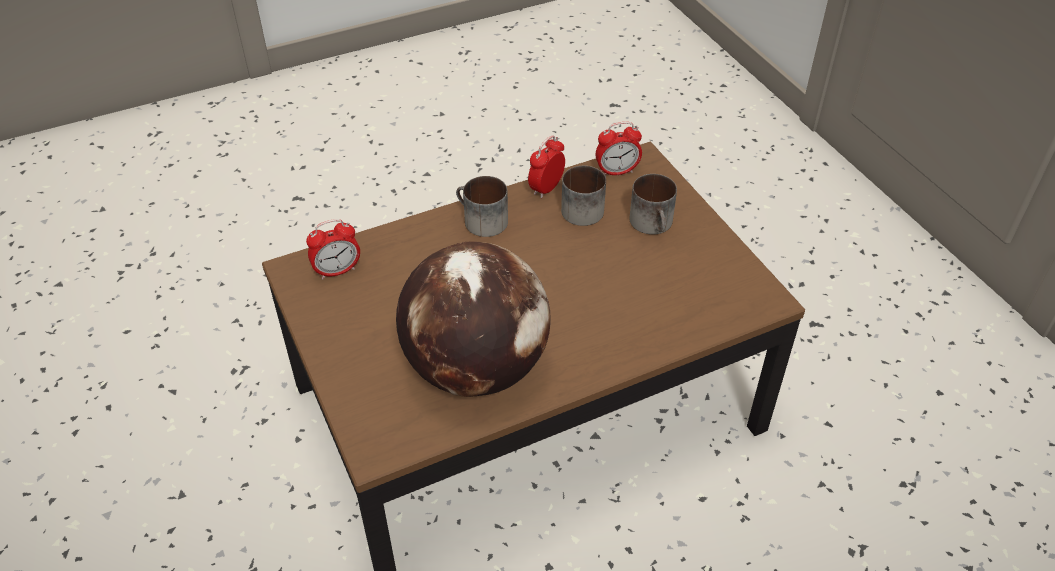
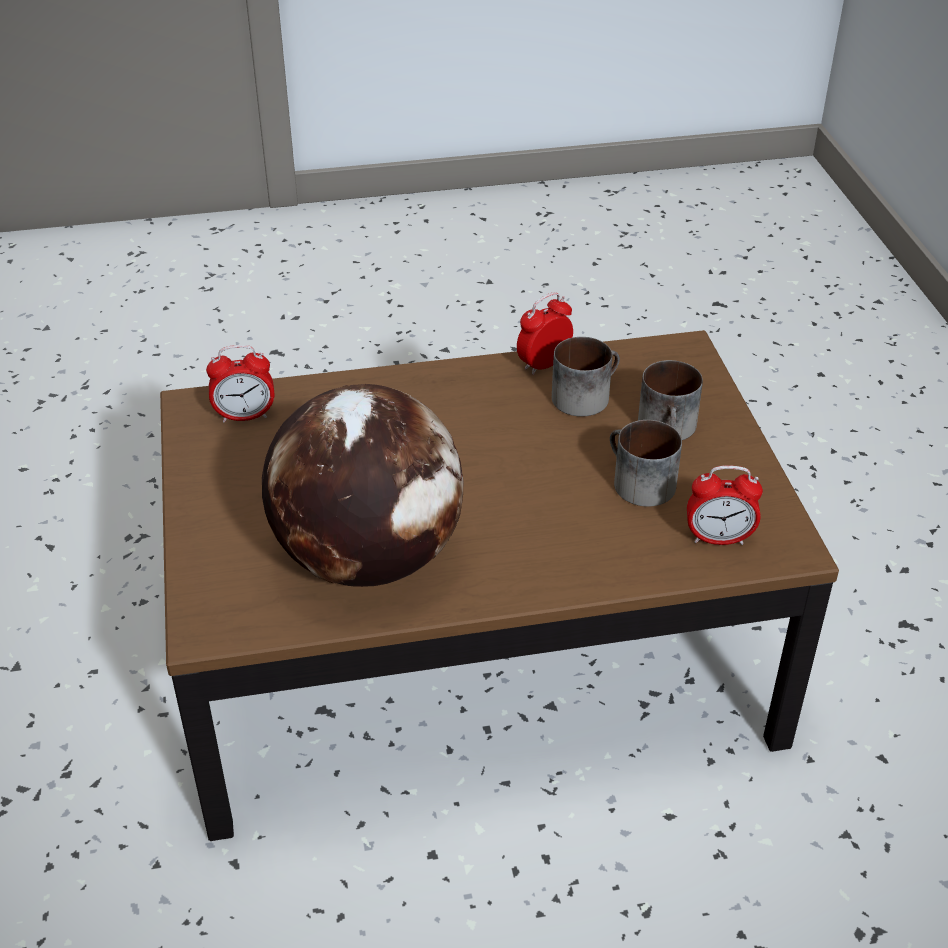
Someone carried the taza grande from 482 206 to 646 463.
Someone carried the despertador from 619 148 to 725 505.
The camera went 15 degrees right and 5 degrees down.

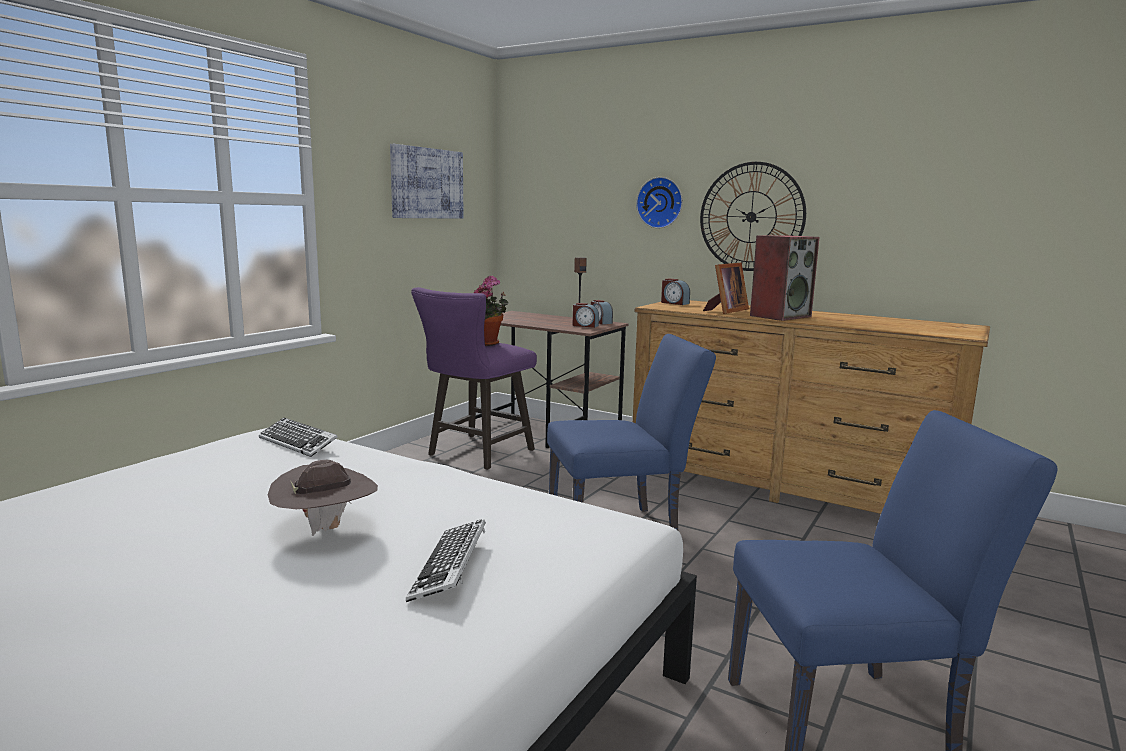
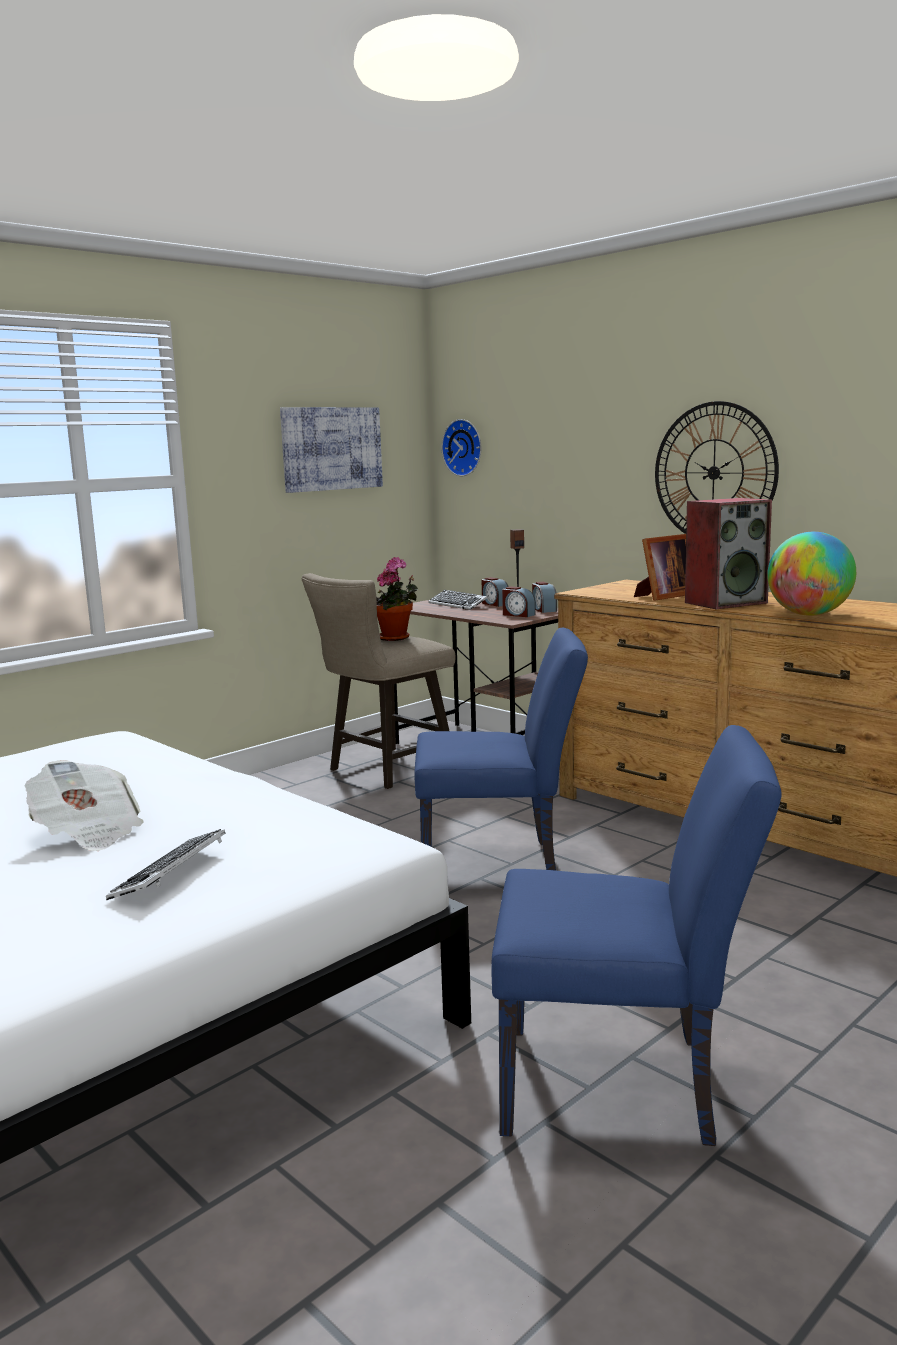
Someone carried the teclado from 298 437 to 458 600.
Someone swapped the sombrero/marrón at 322 498 for the periódico at 84 805.
Someone repainted the taburete/morado at 474 378, which became the taburete/beis at 378 681.
Someone carried the reloj de pared from 659 203 to 461 447.
Someone carried the despertador from 675 292 to 495 592.
Someone put down the globo terráqueo at 811 574.
The camera went 15 degrees right and 0 degrees up.

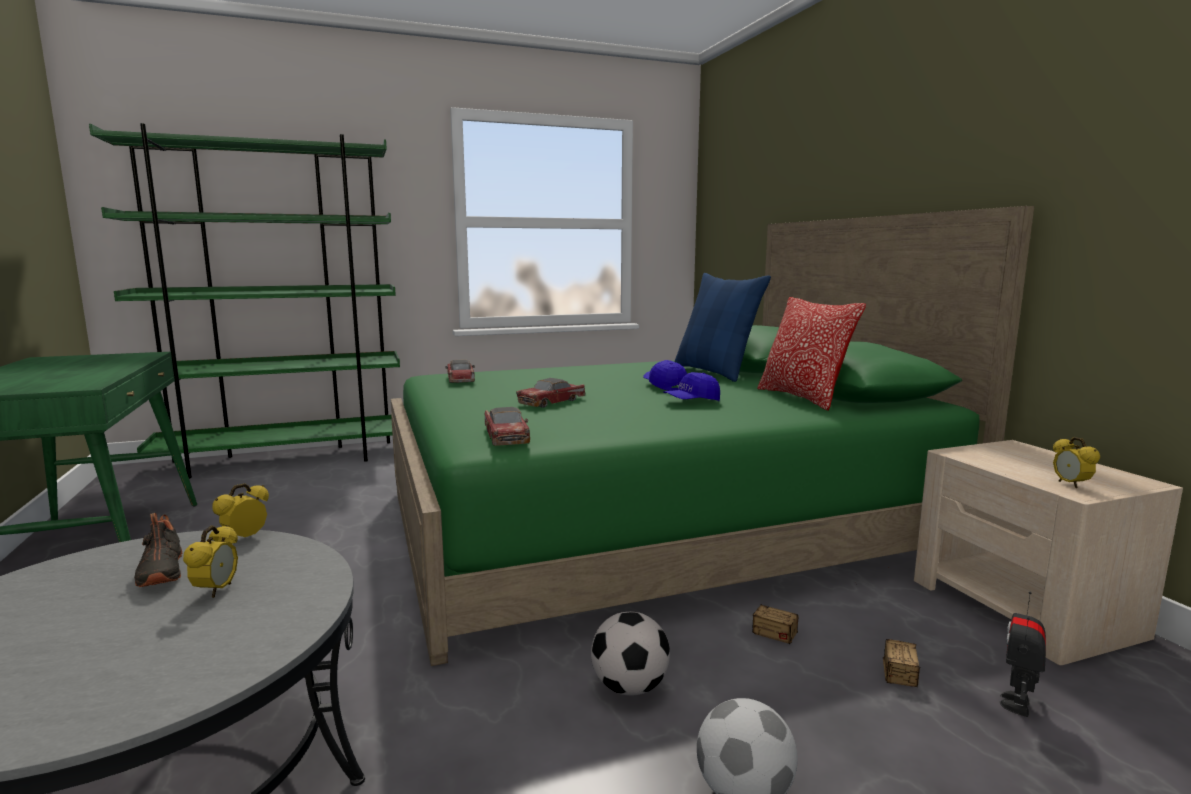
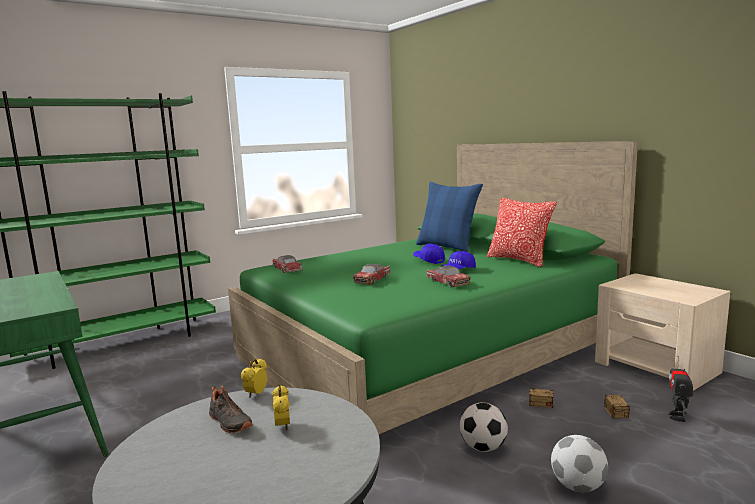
Someone carried the coche de juguete from 507 426 to 448 276.
Someone took away the despertador at 1076 462.
The camera went 15 degrees left and 0 degrees up.

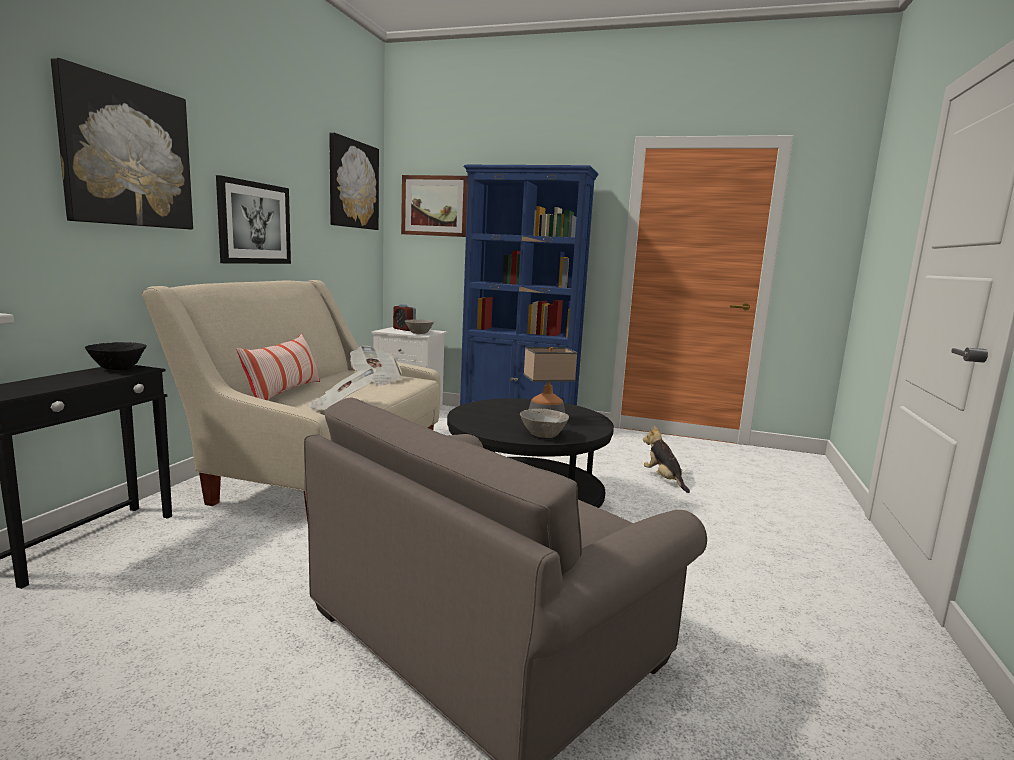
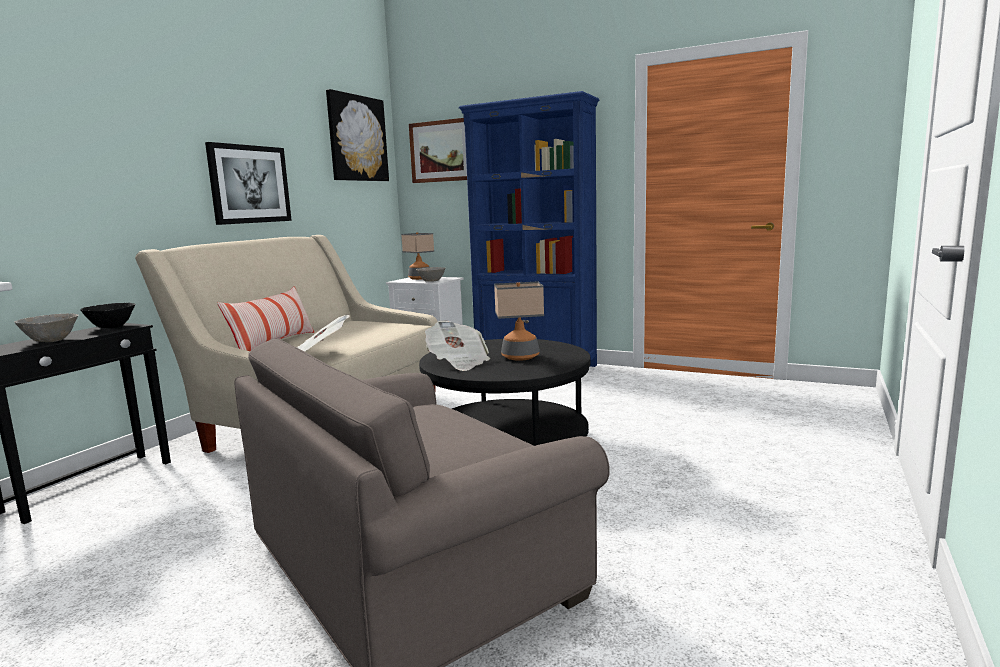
Someone took away the cuadro at 122 144.
Someone carried the periódico from 376 366 to 457 346.
Someone swapped the despertador at 404 317 for the lámpara de mesa at 417 256.
Someone carried the cuenco/gris from 544 423 to 46 327.
Someone took away the peluche at 666 459.
The camera went 10 degrees right and 0 degrees up.

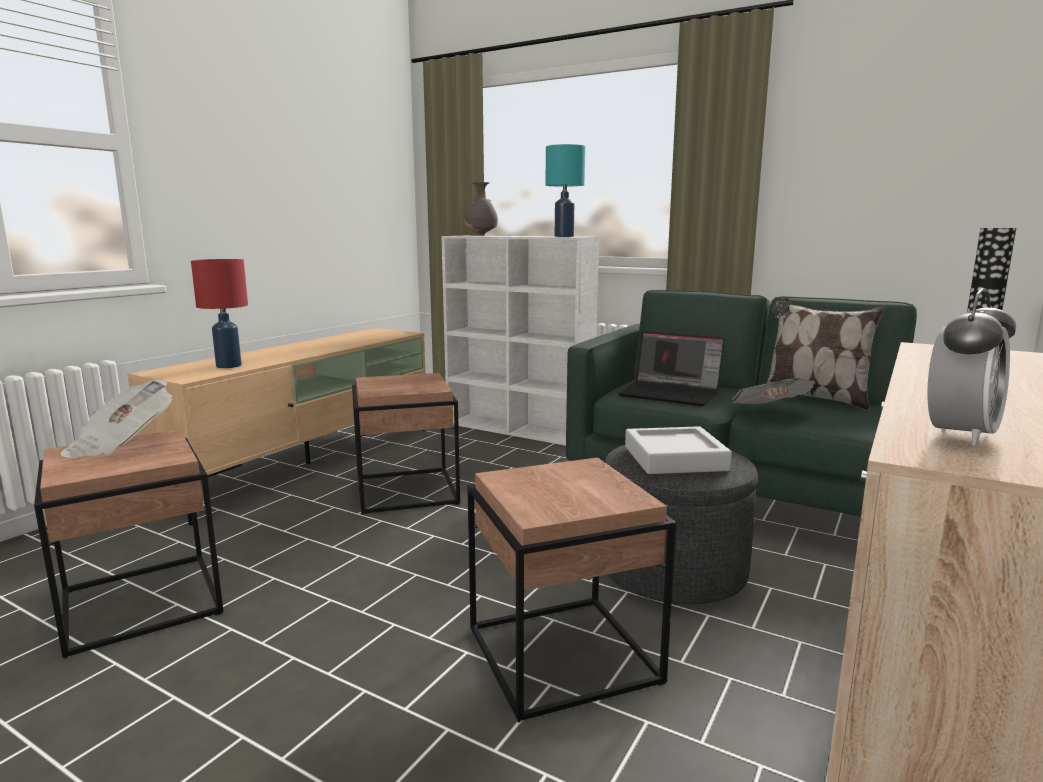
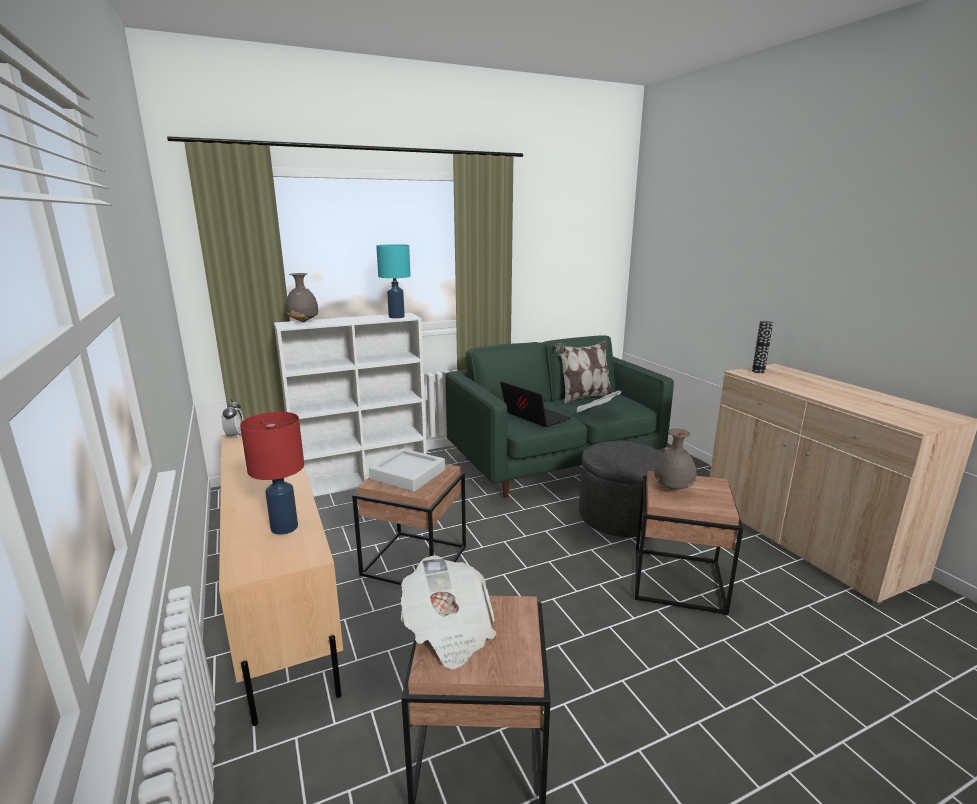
Someone rotated the portátil at 671 368 by 105 degrees counterclockwise.
Someone carried the bandeja/gris from 678 450 to 407 470.
Someone carried the despertador from 971 367 to 233 419.
Someone put down the florero/gris at 675 459.
The camera went 55 degrees left and 5 degrees up.

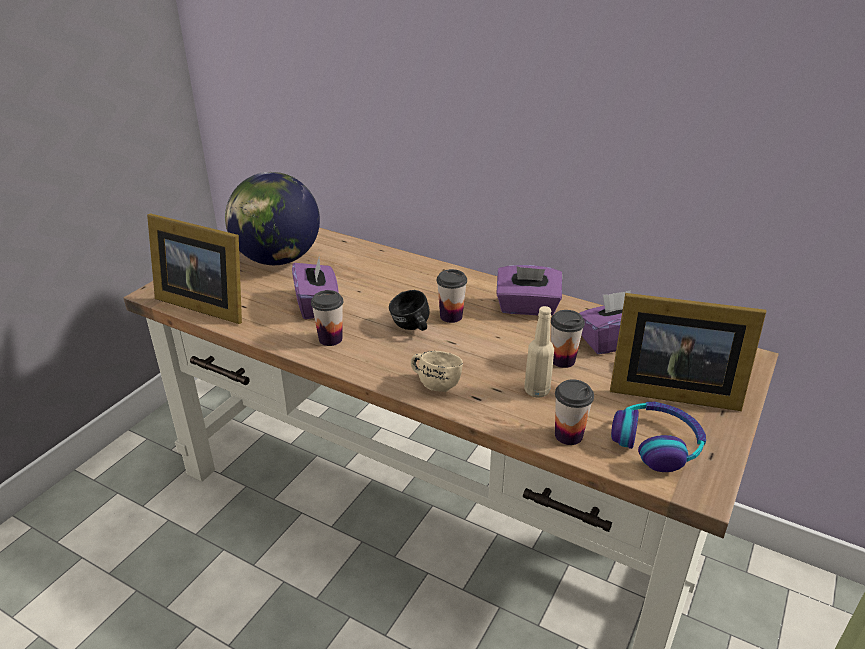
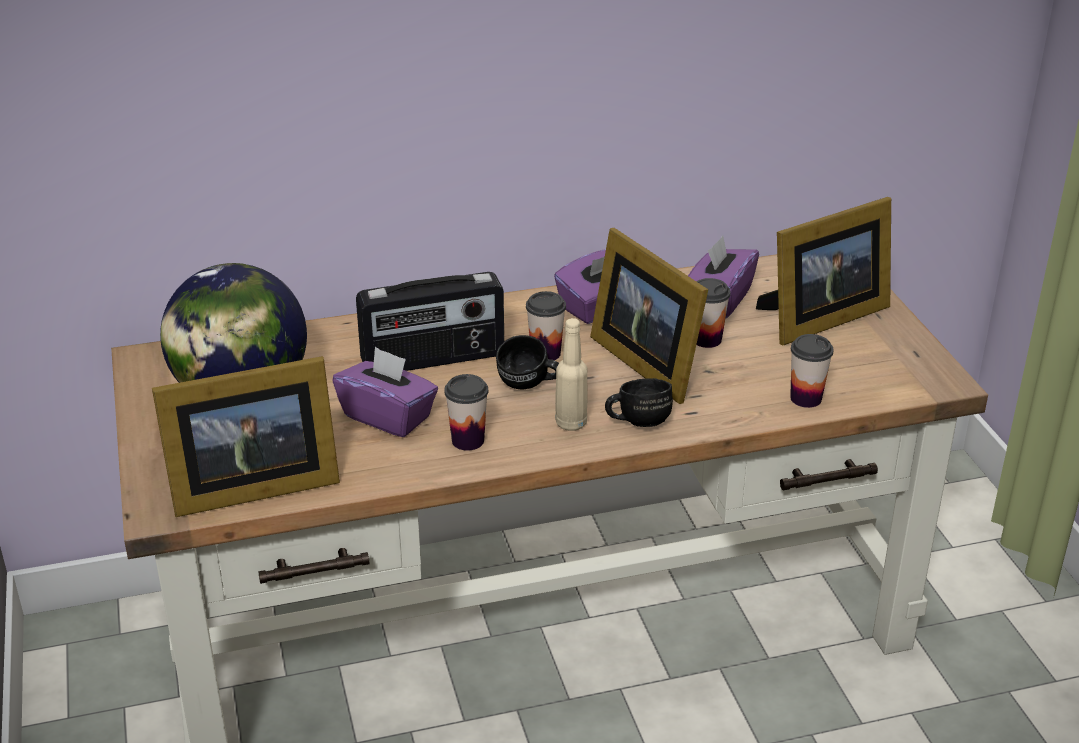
Someone repainted the taza grande/beis at 437 371, which became the taza grande/negro at 639 402.
Someone carried the botella/beis from 539 352 to 571 374.
Someone took away the auriculares at 658 437.
Someone put down the radio at 430 321.
Someone put down the portarretratos at 649 316.
The camera went 45 degrees left and 0 degrees up.

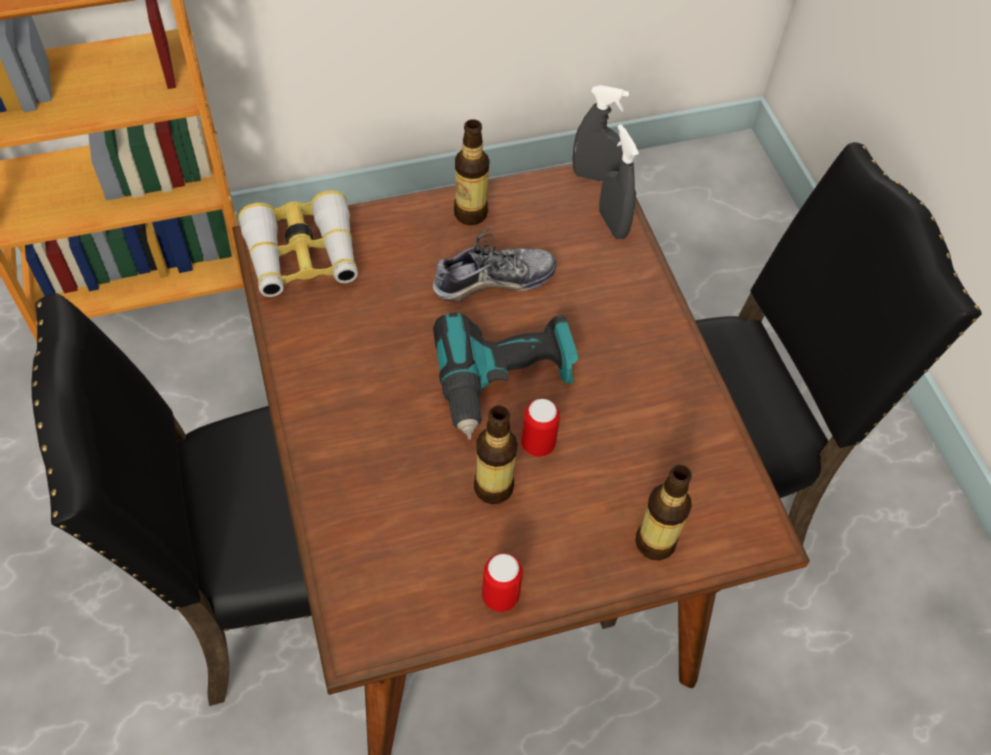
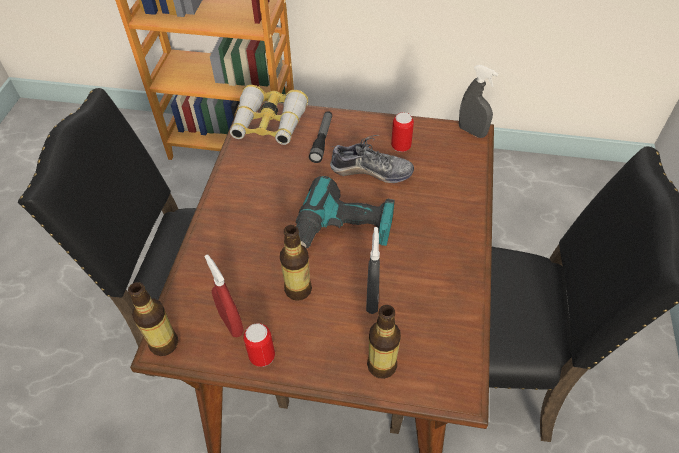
Someone carried the botella from 472 172 to 153 319.
Someone carried the lata from 540 428 to 402 132.
Someone carried the pulverizador/gris from 619 181 to 373 270.
Someone put down the pulverizador/rojo at 224 295.
Someone put down the linterna at 320 137.
The camera went 30 degrees right and 5 degrees down.

